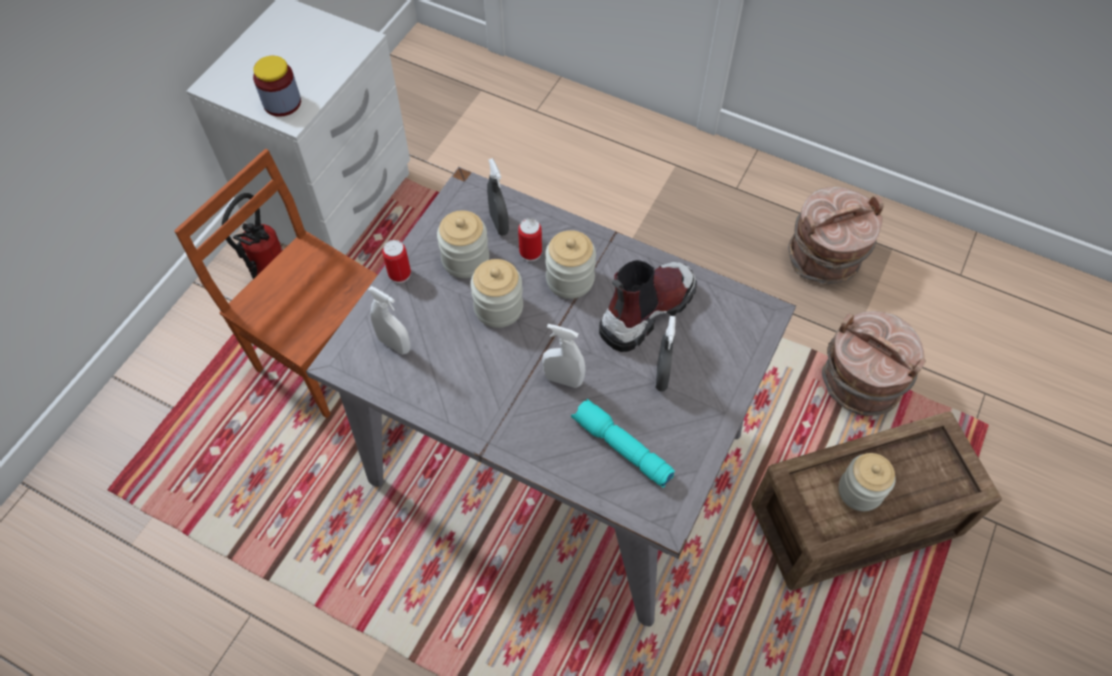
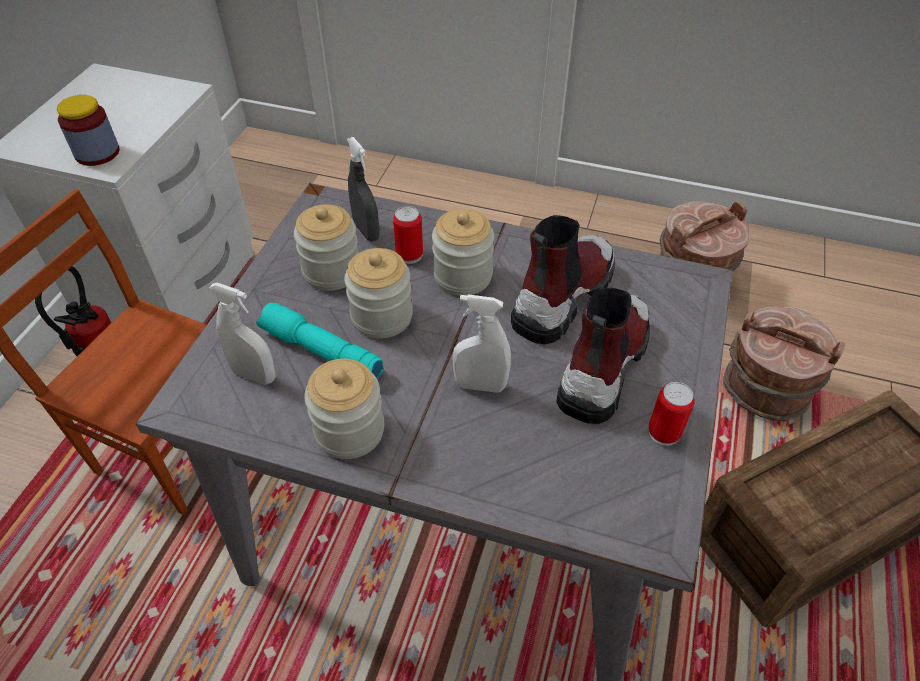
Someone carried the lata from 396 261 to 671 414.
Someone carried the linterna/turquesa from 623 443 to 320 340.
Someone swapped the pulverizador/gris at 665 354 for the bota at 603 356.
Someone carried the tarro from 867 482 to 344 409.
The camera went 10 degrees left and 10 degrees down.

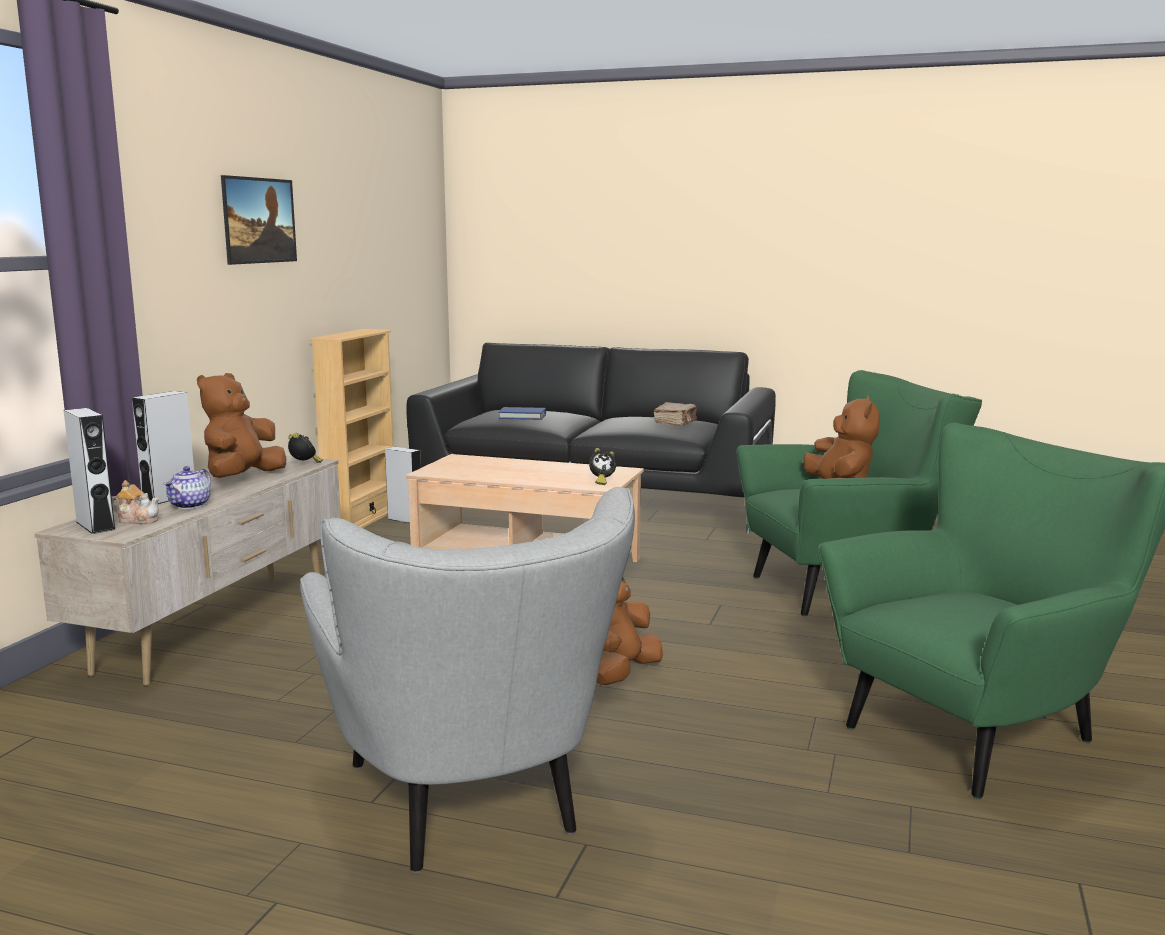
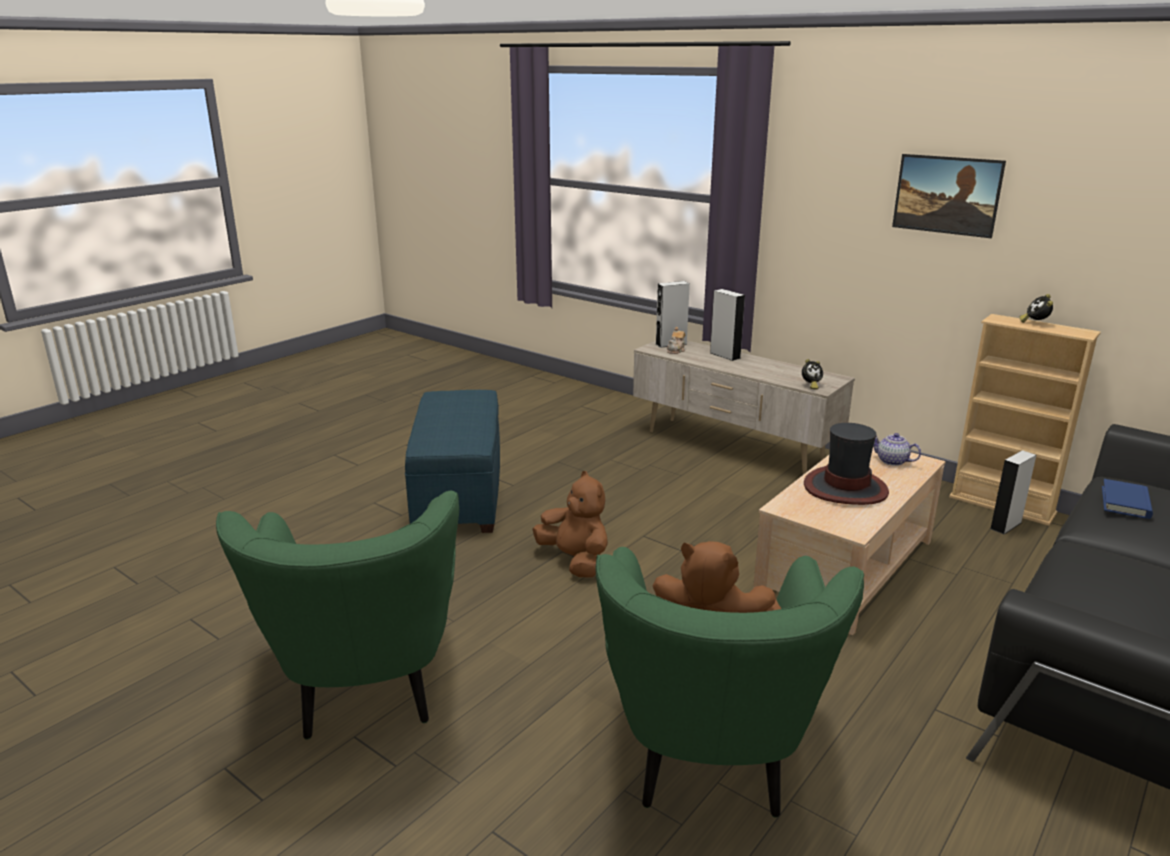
Someone carried the tetera from 187 487 to 897 449.
Someone took away the peluche/marrón at 242 425.
Someone swapped the sillón/gris at 467 680 for the puf/azul at 452 461.
Someone carried the despertador from 602 466 to 1036 308.
Someone took away the libro/marrón at 675 414.
Someone put down the sombrero at 846 464.
The camera went 110 degrees right and 10 degrees up.

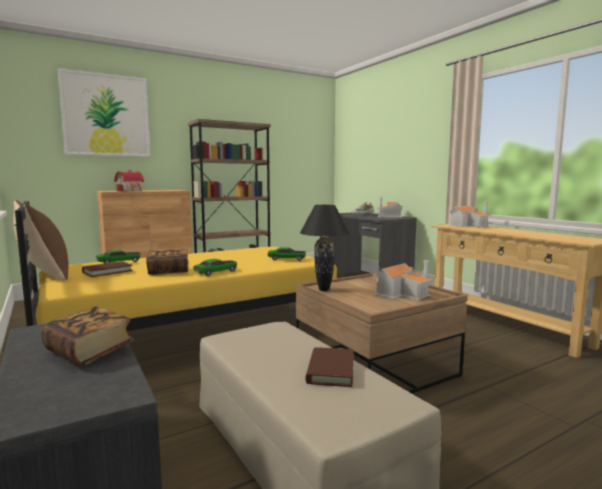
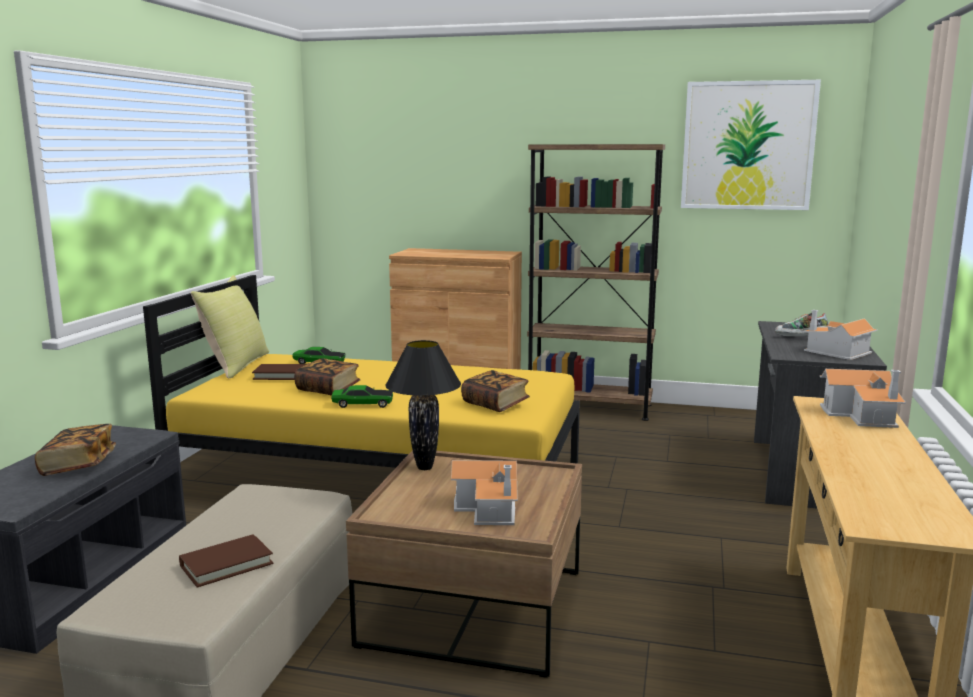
Someone repainted the cojín/marrón at 41 240, which became the cojín/amarillo at 230 326.
Someone carried the cuadro from 103 112 to 751 145.
Someone took away the casita at 129 180.
Someone swapped the coche de juguete at 287 254 for the libro at 495 391.
The camera went 45 degrees right and 5 degrees up.

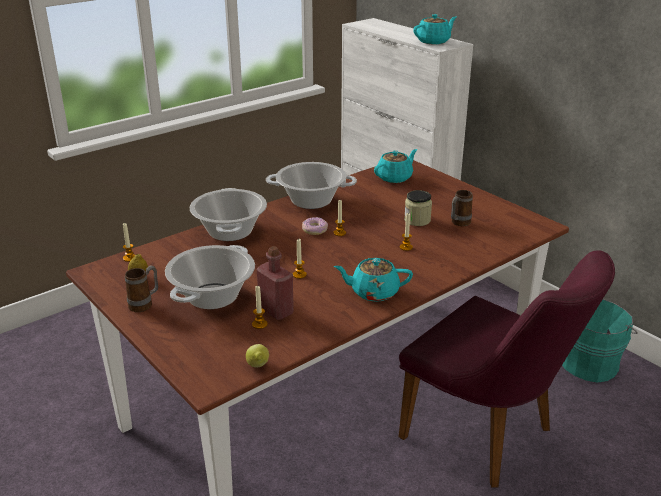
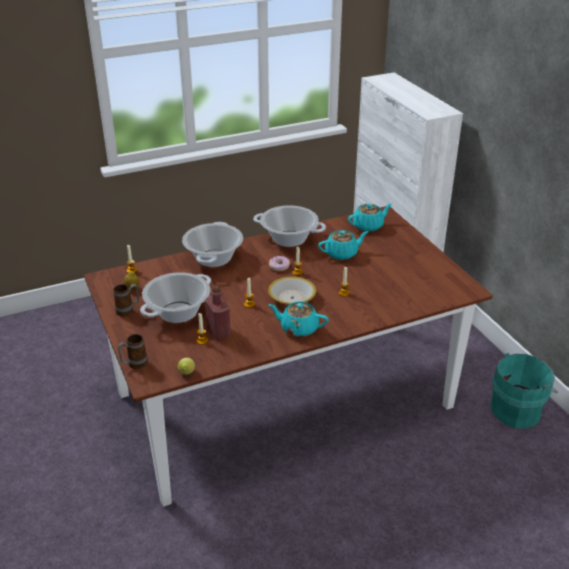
Someone took away the silla/morado at 507 369.
Someone took away the tarro at 418 208.
Someone carried the tetera/turquesa from 434 29 to 343 245.
Someone carried the taza grande from 462 208 to 133 351.
Someone put down the cuenco at 292 291.
The camera went 15 degrees right and 5 degrees up.

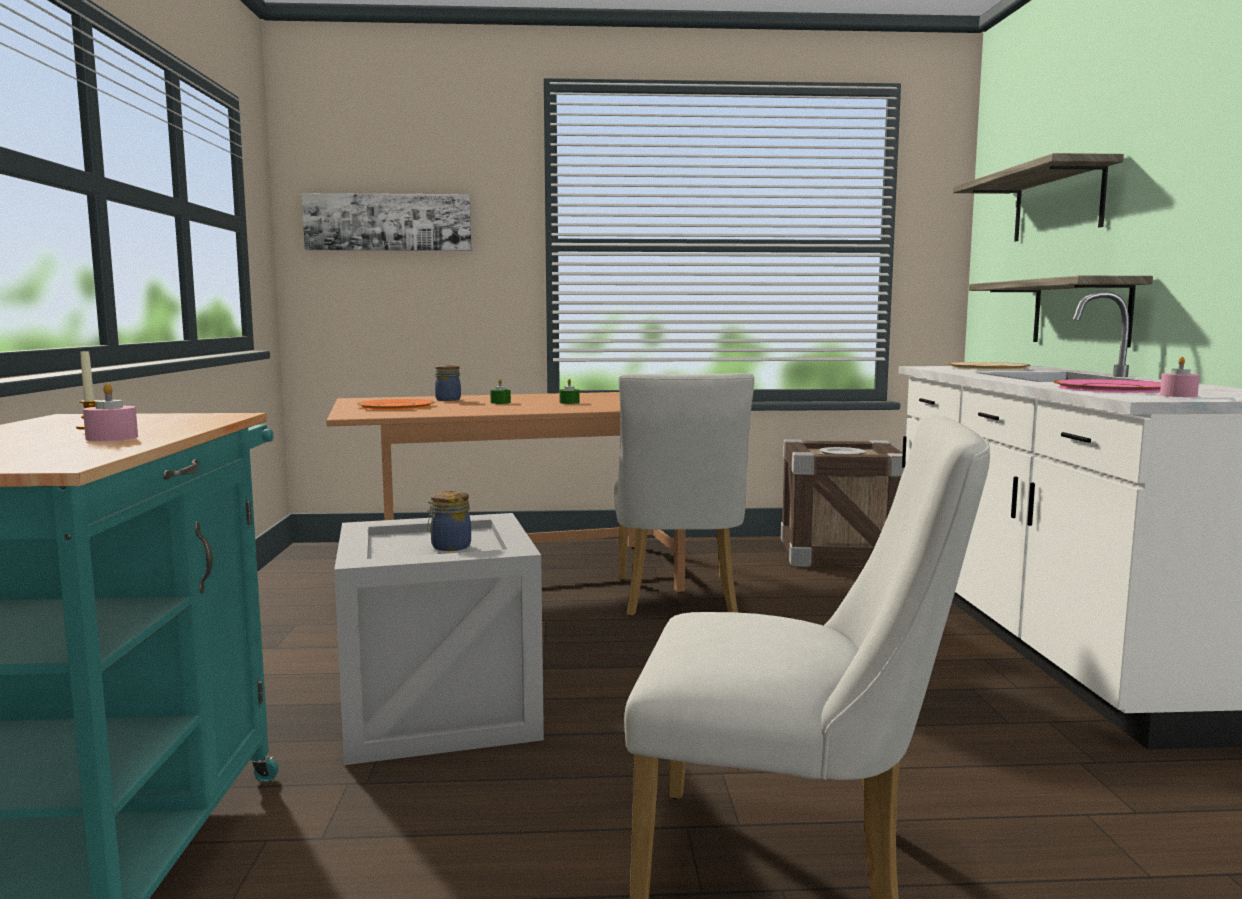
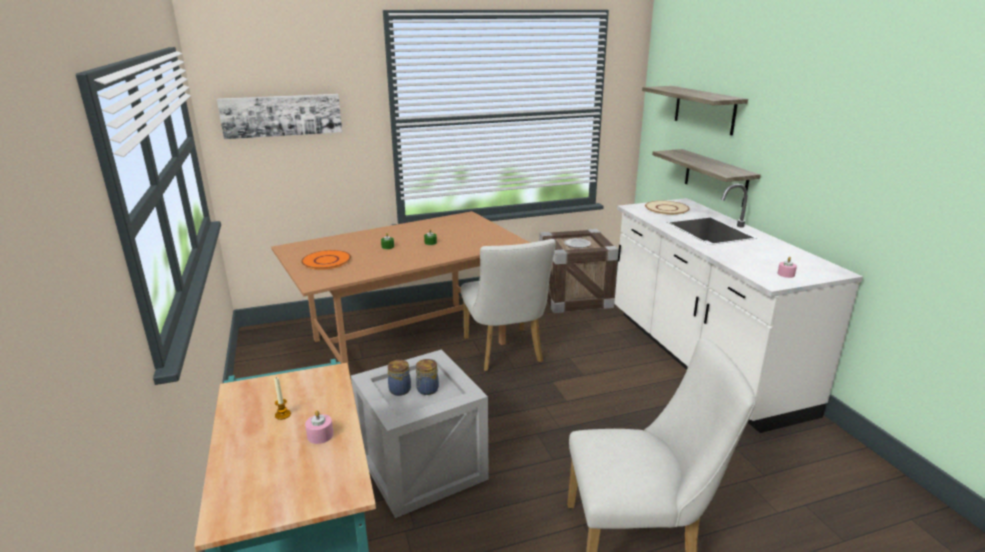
Someone carried the tarro from 448 383 to 399 378.
Someone took away the plato/rosa at 1107 386.
The camera went 15 degrees left and 15 degrees up.

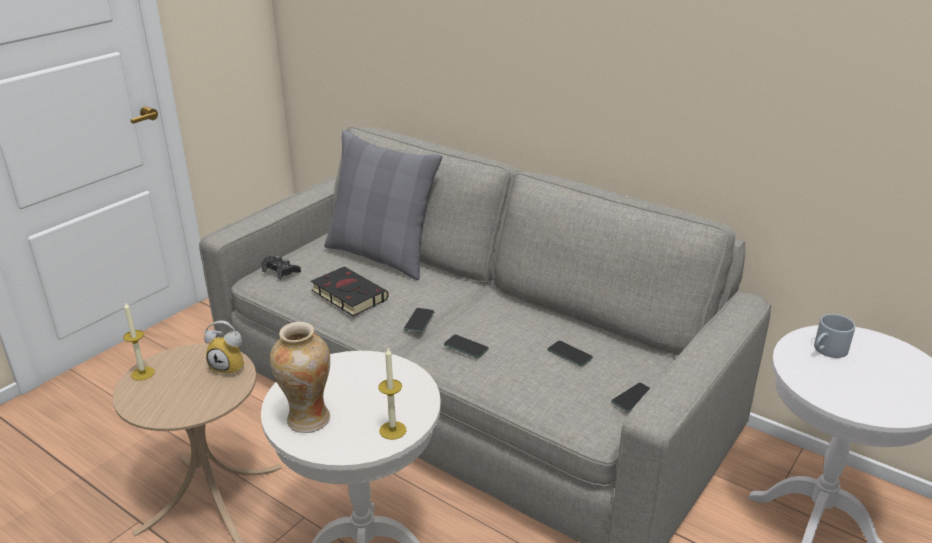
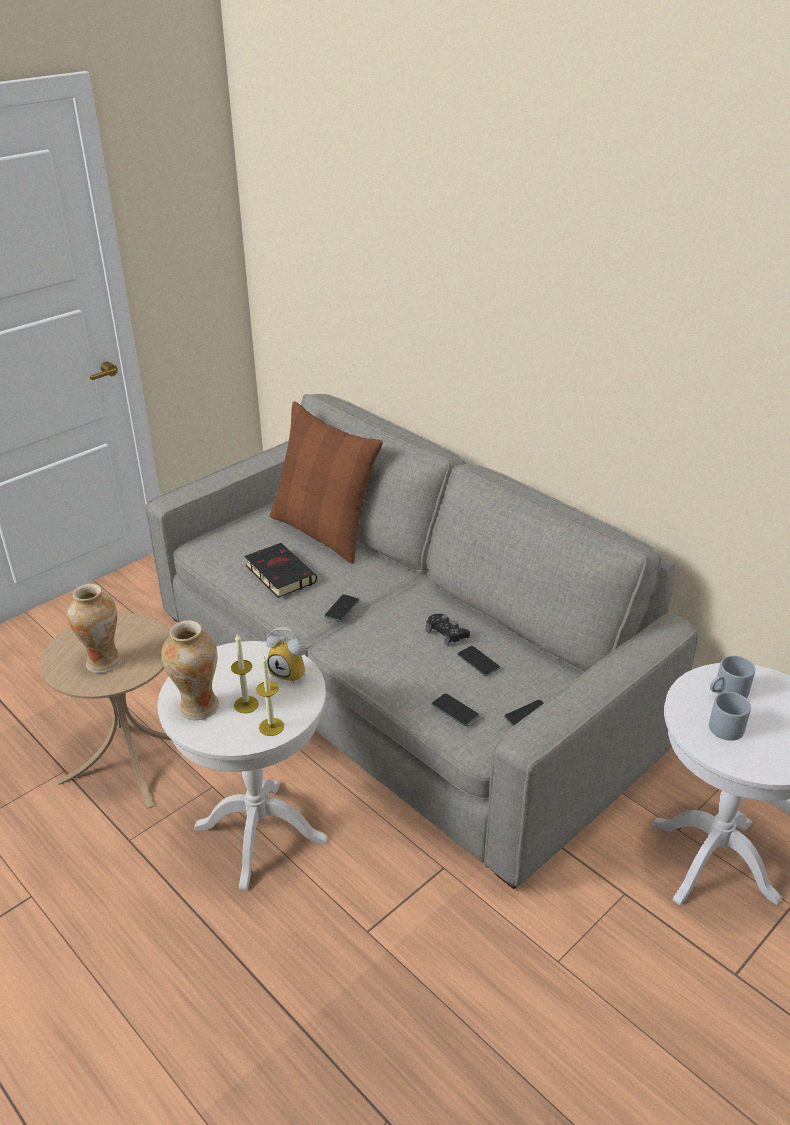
Someone carried the vela from 139 341 to 245 673.
Someone carried the despertador from 224 348 to 286 655.
Someone carried the mando de consola/negro from 281 268 to 448 630.
Someone repainted the cojín/gris at 383 205, which became the cojín/marrón at 326 482.
Someone carried the móvil from 466 346 to 455 709.
Someone put down the florero at 94 628.
Someone put down the taza grande/gris at 730 716.
The camera went 10 degrees right and 5 degrees up.

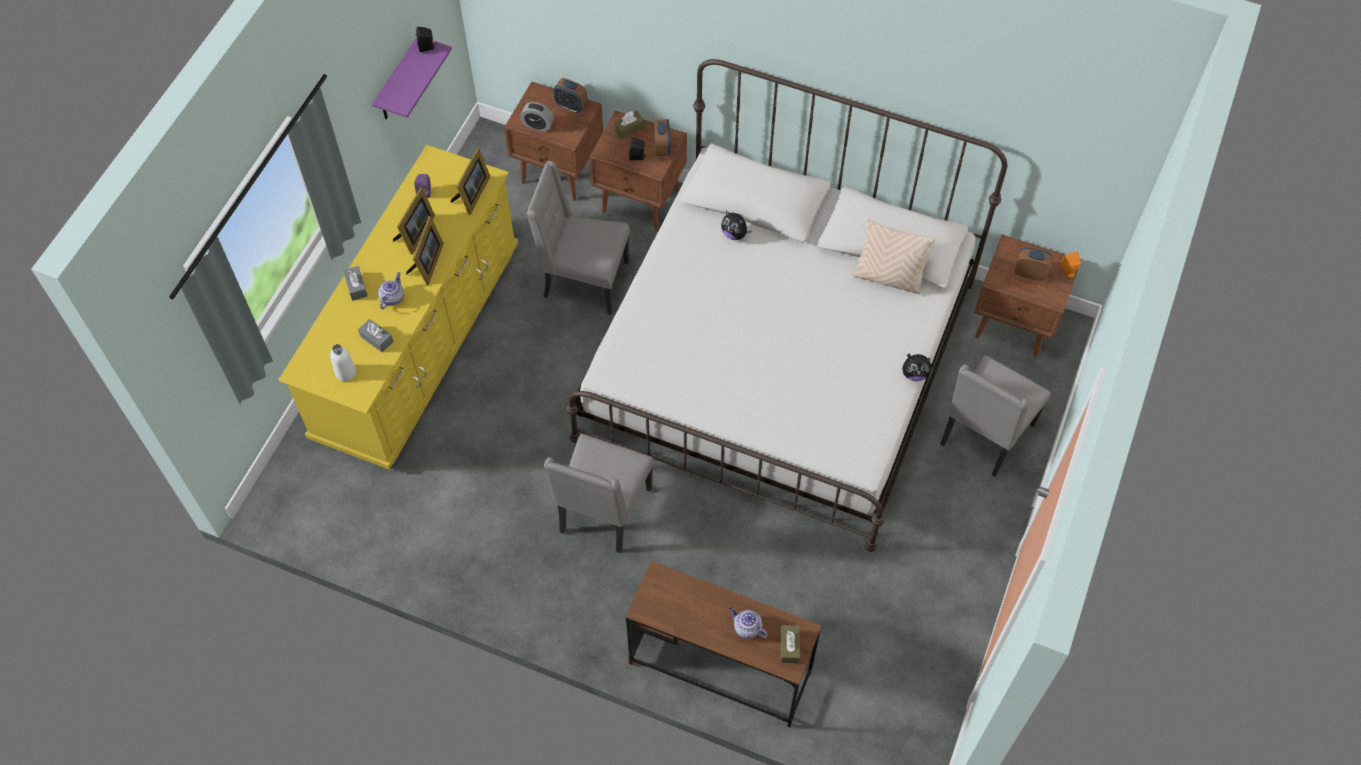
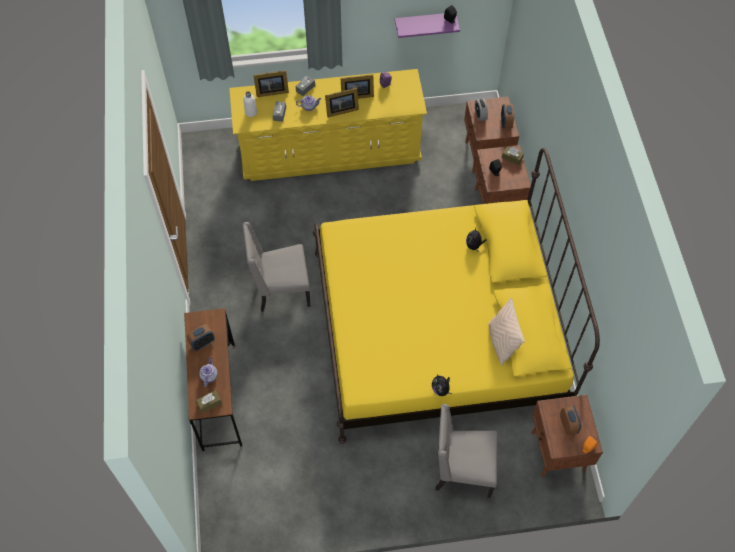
Someone carried the portarretratos from 470 181 to 271 83.
Someone took away the silla/gris at 578 238.
Someone repainted the cama/blanco at 786 305, which became the cama/amarillo at 456 296.
Someone carried the despertador from 662 137 to 201 337.
The camera went 60 degrees right and 0 degrees up.

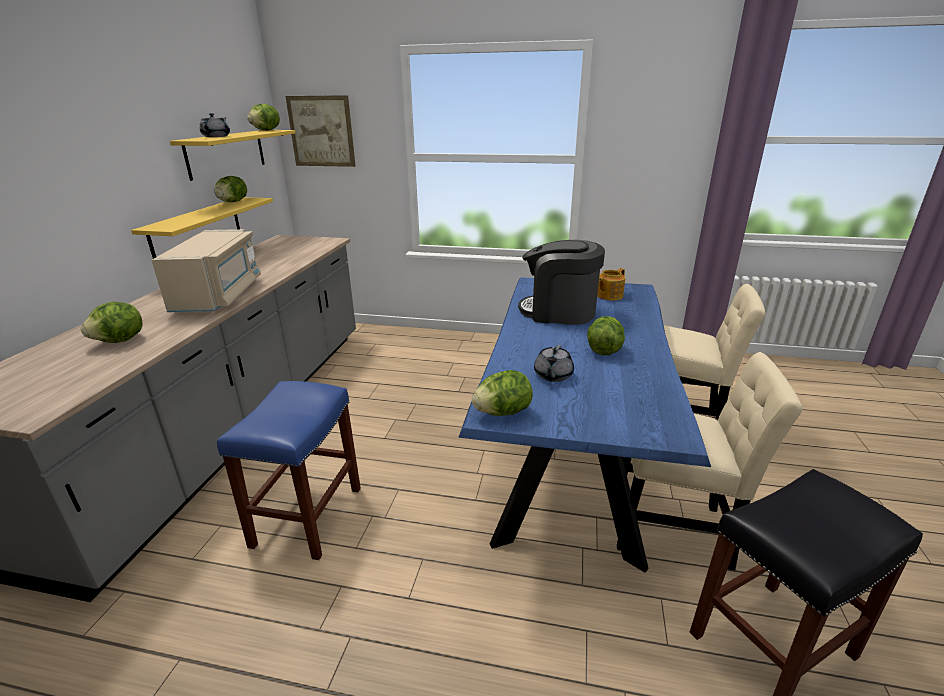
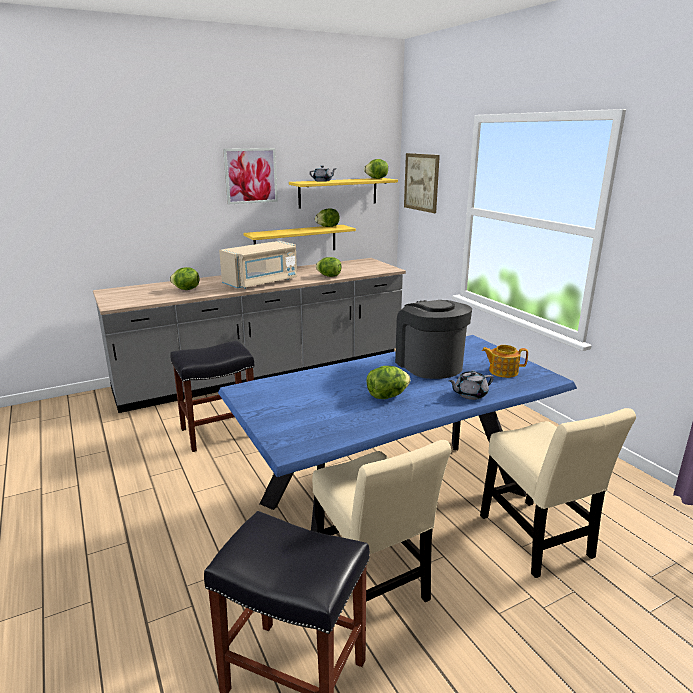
Someone repainted the taburete/azul at 289 470, which became the taburete/negro at 212 396.
Someone carried the lechuga from 502 393 to 329 267.
Someone carried the tetera/gris from 554 363 to 471 385.
Someone put up the cuadro at 250 176.
The camera went 50 degrees right and 5 degrees down.

